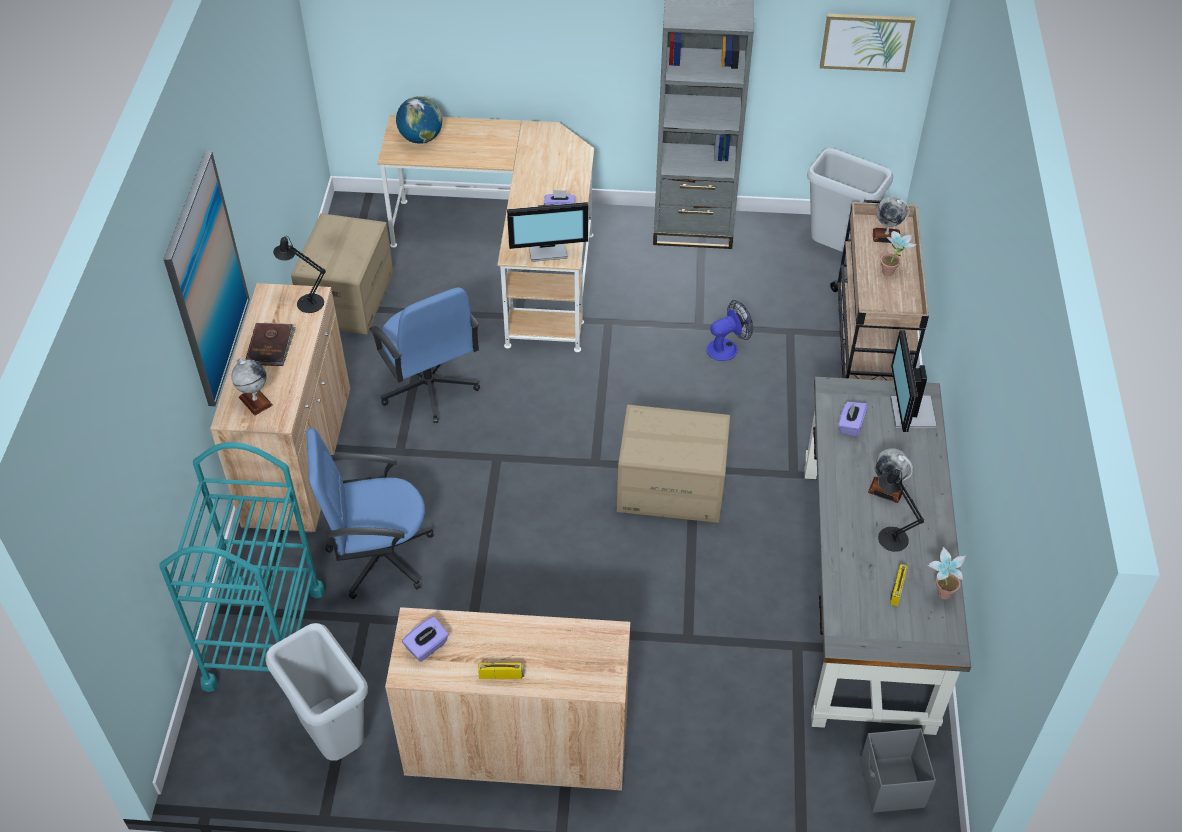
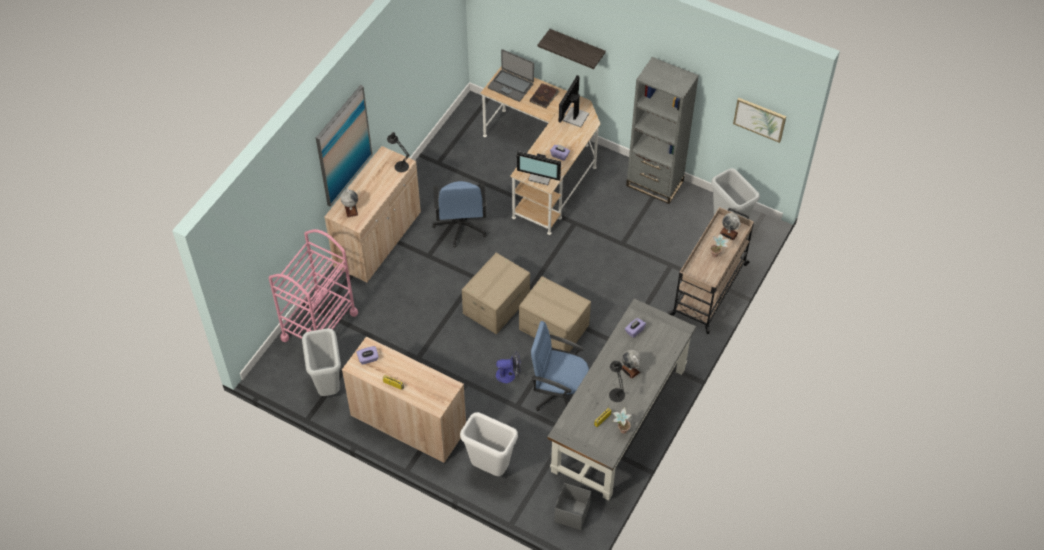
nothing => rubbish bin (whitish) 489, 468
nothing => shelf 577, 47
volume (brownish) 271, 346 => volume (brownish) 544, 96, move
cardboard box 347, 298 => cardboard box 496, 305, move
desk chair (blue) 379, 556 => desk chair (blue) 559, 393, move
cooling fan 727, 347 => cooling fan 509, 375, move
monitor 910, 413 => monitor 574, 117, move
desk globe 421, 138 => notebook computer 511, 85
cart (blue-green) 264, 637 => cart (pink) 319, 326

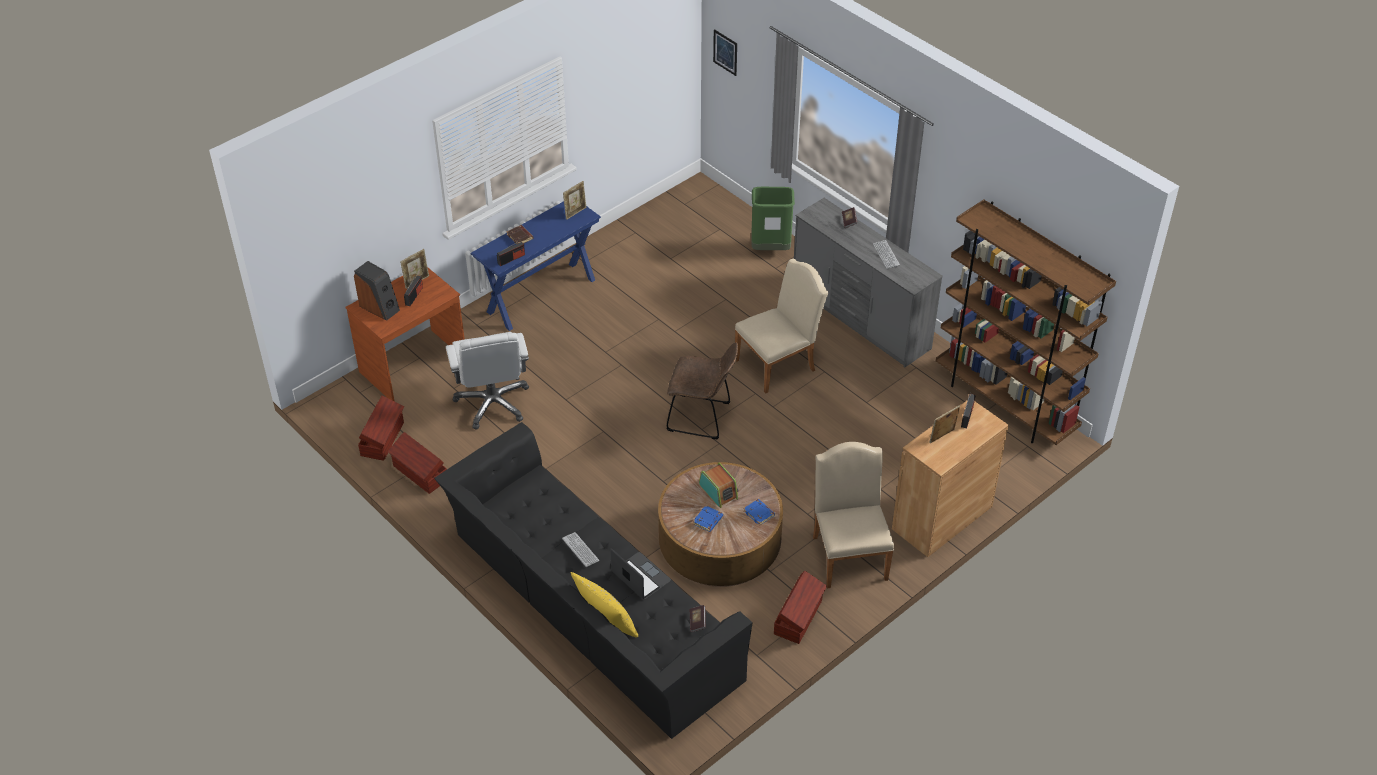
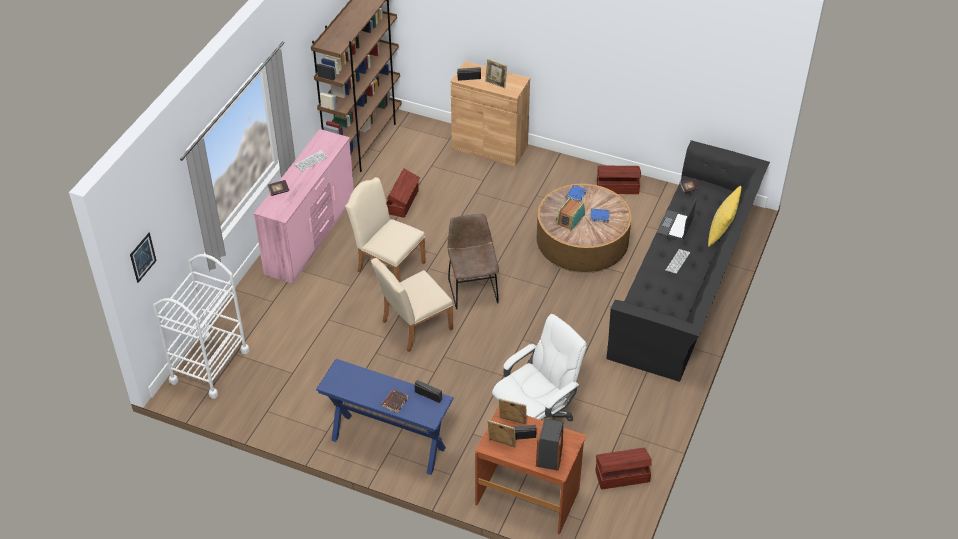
rubbish bin (green) 770, 249 => nothing
nothing => cart (whitish) 209, 366
storage container (brownish) 420, 473 => storage container (brownish) 403, 202, move
photo frame 575, 212 => photo frame 512, 421, move
plain chair (sand-coloured) 849, 553 => plain chair (sand-coloured) 413, 327, move
dresser (greyish) 860, 318 => dresser (pink) 311, 235

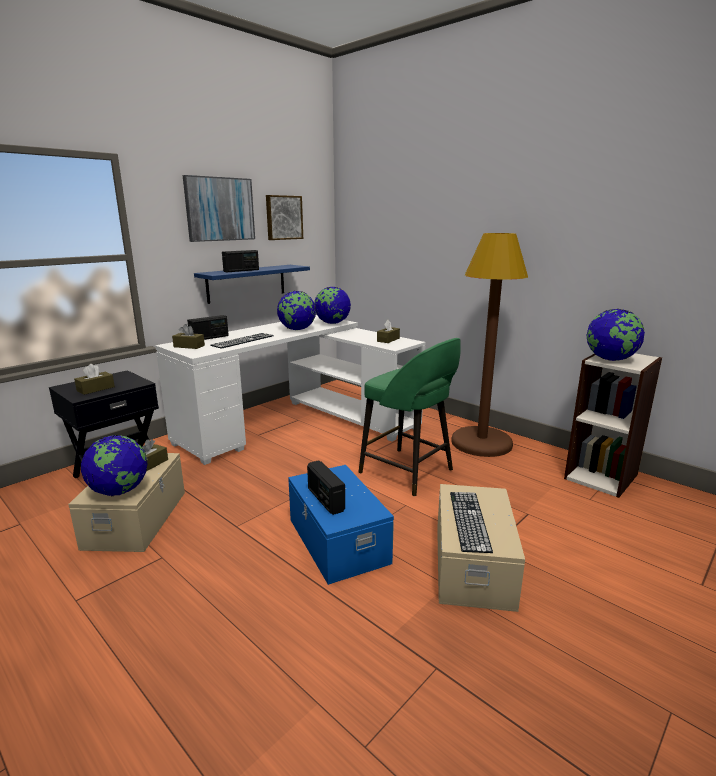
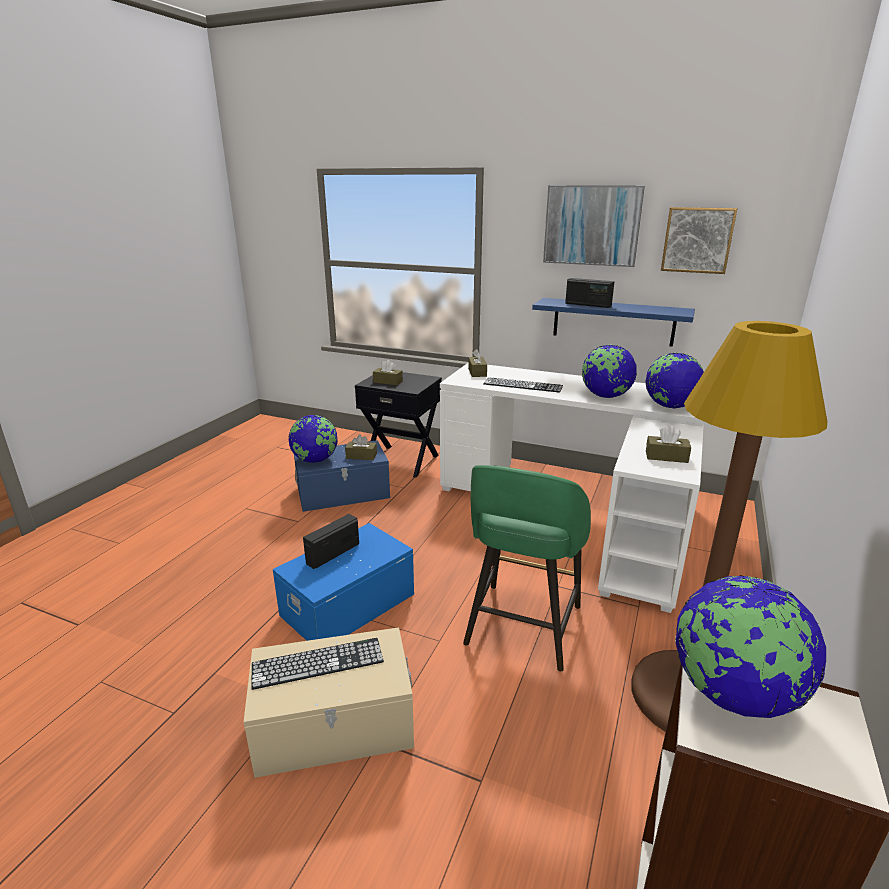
radio receiver 209, 338 => nothing
storage container (sand-coloured) 138, 518 => storage container (blue) 343, 493

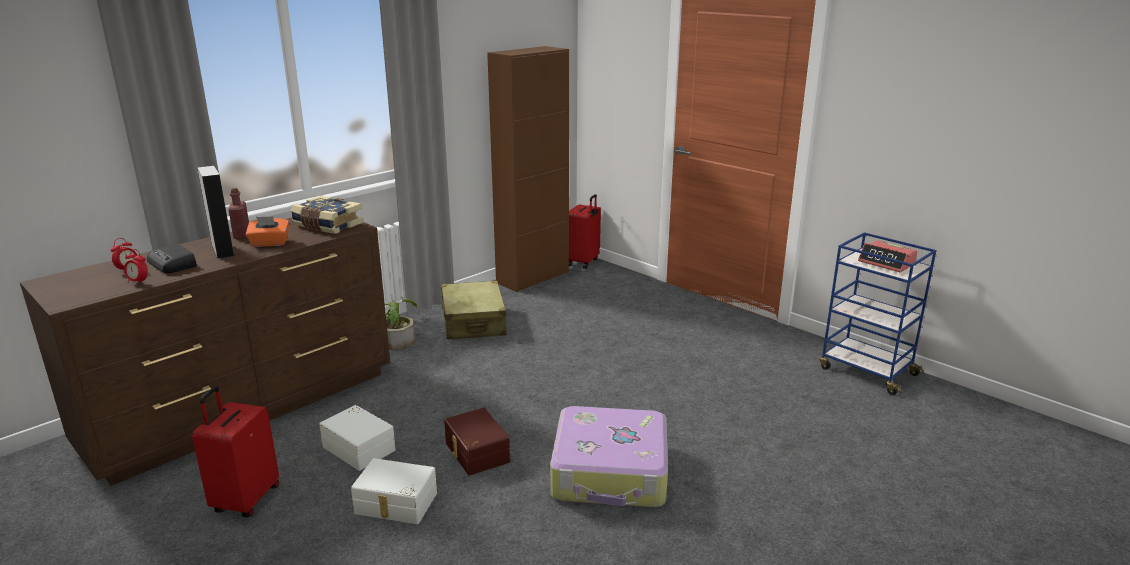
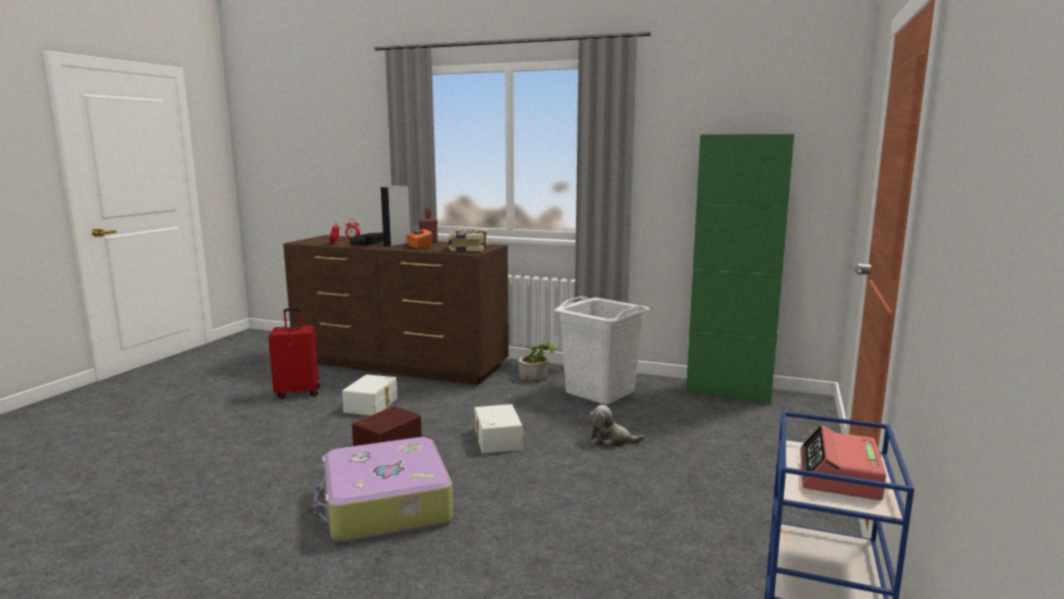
suitcase (red-coloured) 583, 262 => nothing
nothing => cuddly toy 612, 441
storage container (whitish) 395, 504 => storage container (whitish) 496, 439, move
suitcase (sand-coloured) 473, 322 => hamper (whitish) 600, 392
cupboard (brownish) 533, 277 => cupboard (green) 728, 392

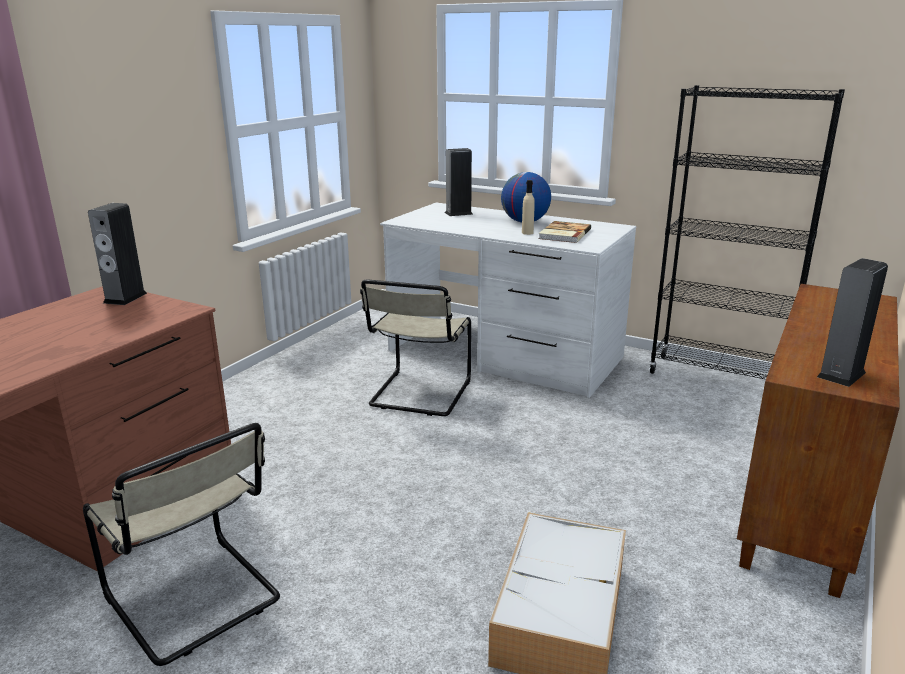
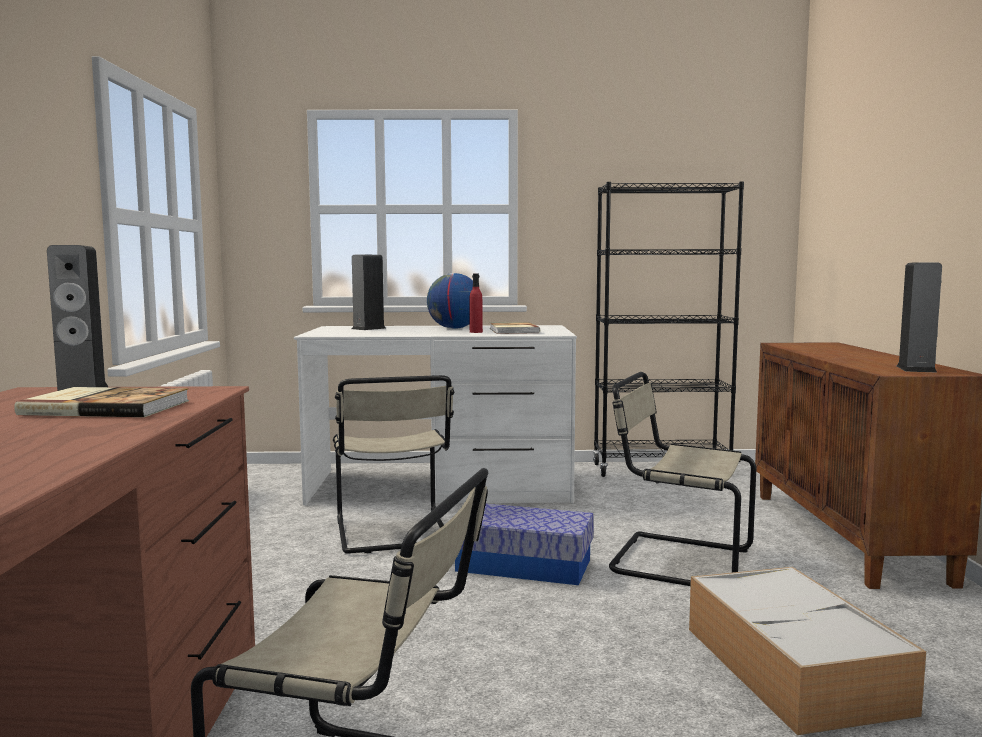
nothing => volume 106, 407
nothing => storage container 524, 565
nothing => plain chair (sand-coloured) 675, 561
bottle (sand-coloured) 527, 233 => bottle (red-coloured) 476, 332

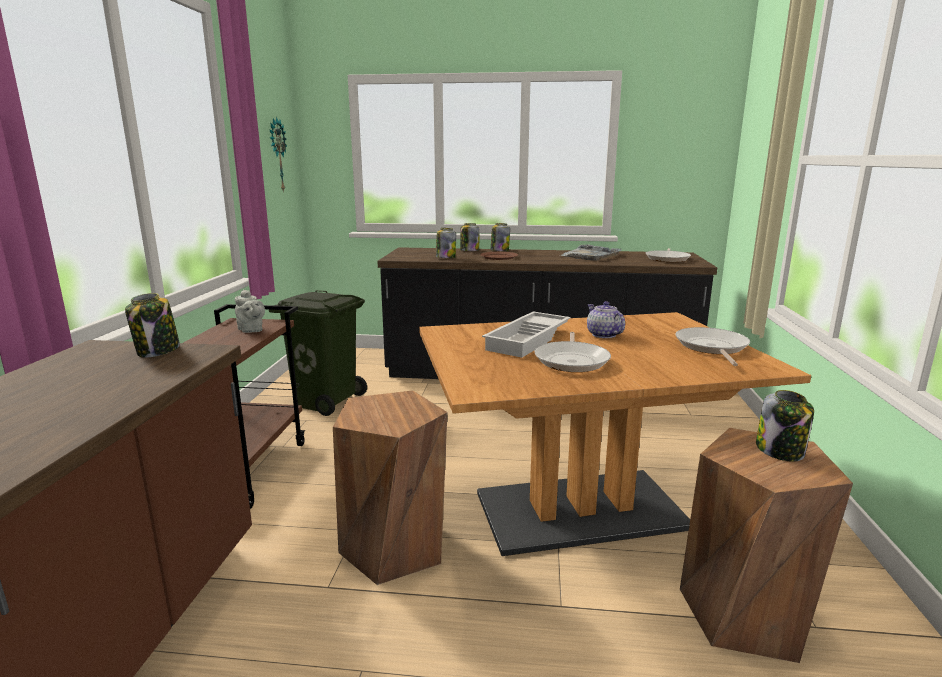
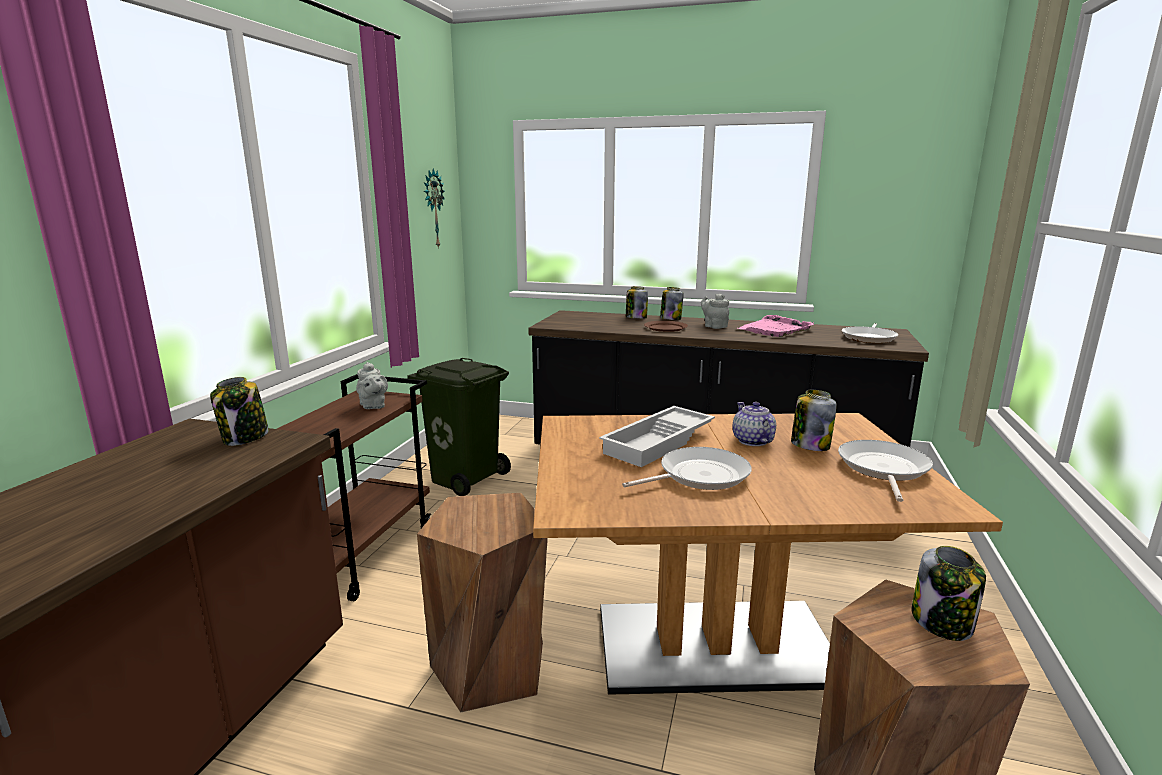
nothing => pot for tea (greyish) 714, 326
jar 445, 257 => jar 810, 445, move
carrying tray (greyish) 590, 255 => carrying tray (pink) 774, 329
pan 572, 360 => pan 699, 476, 135 degrees counterclockwise

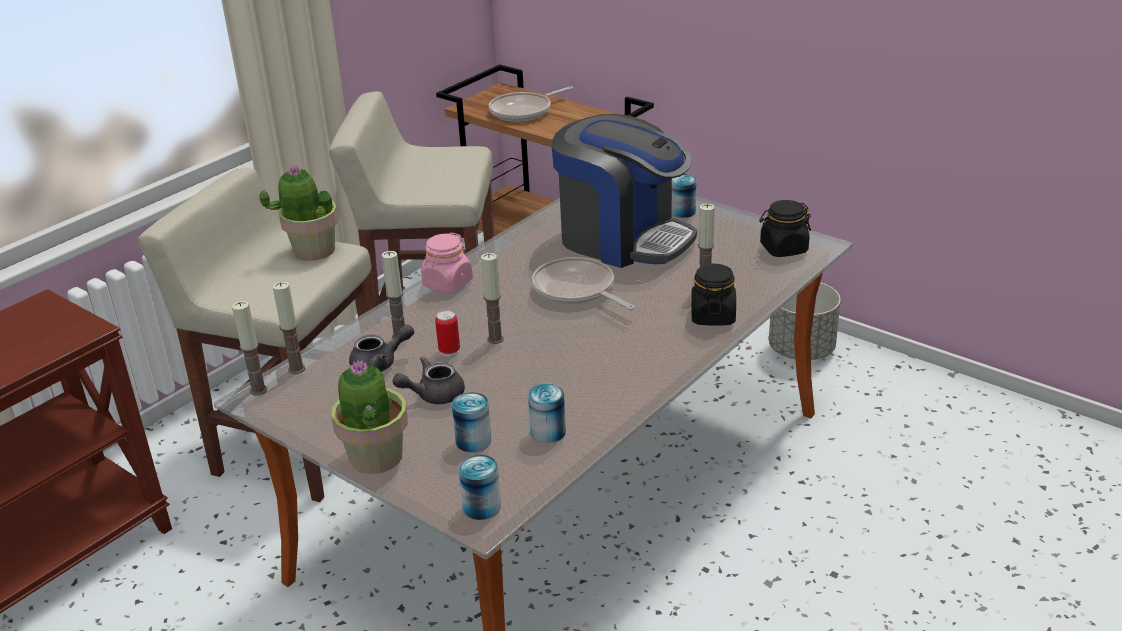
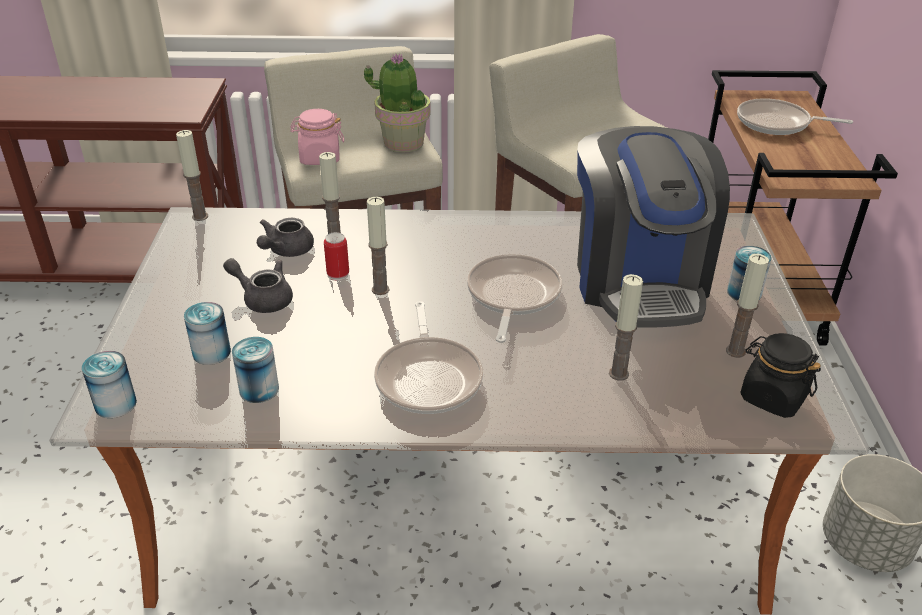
plant in a pot 375, 458 => nothing
jar (blackish) 712, 316 => nothing
nothing => pan 429, 377
wax candle 296, 369 => wax candle 735, 351, move
jar (pink) 447, 284 => jar (pink) 319, 158, move
pot for tea (greyish) 380, 363 => pot for tea (greyish) 286, 251, 90 degrees clockwise

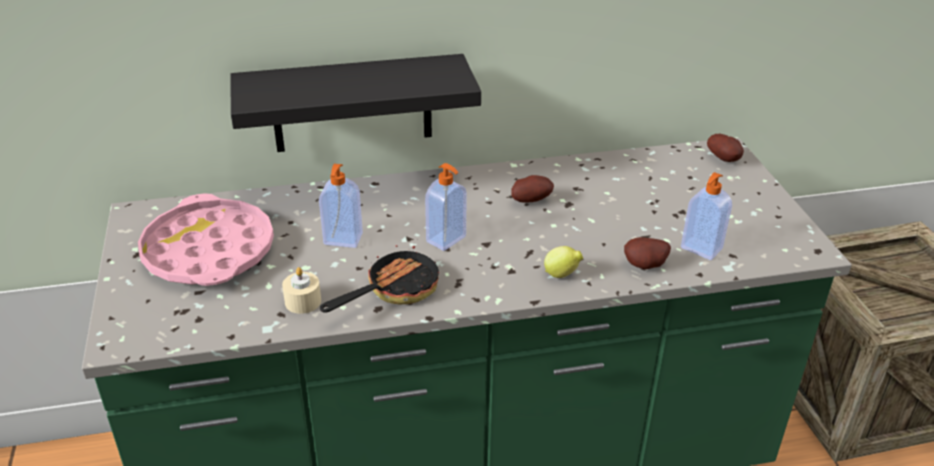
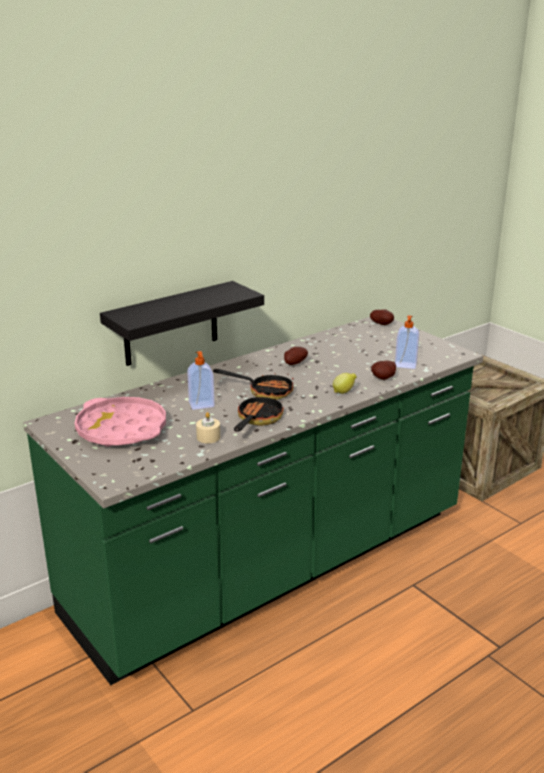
soap bottle 447, 240 => pan 264, 391

